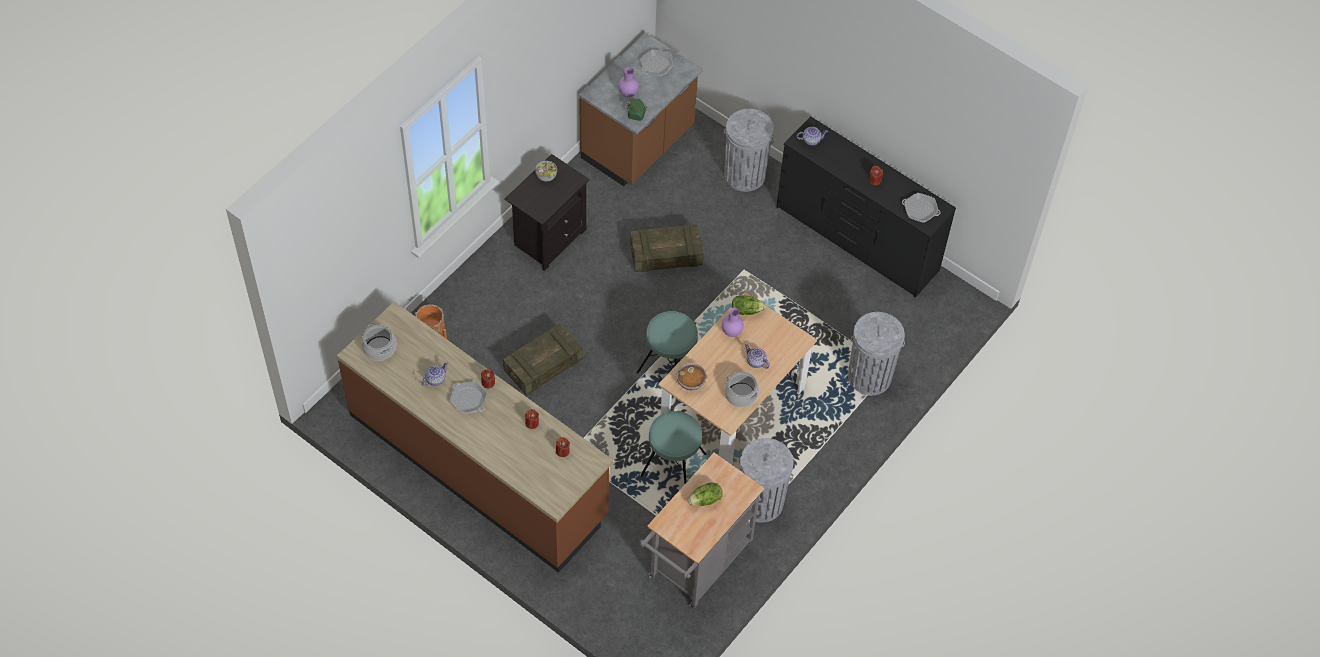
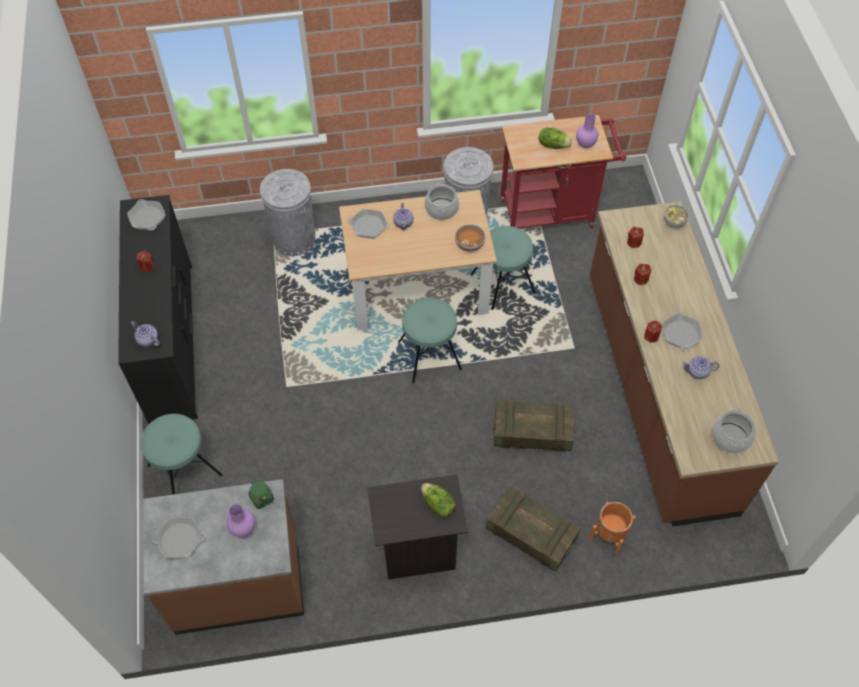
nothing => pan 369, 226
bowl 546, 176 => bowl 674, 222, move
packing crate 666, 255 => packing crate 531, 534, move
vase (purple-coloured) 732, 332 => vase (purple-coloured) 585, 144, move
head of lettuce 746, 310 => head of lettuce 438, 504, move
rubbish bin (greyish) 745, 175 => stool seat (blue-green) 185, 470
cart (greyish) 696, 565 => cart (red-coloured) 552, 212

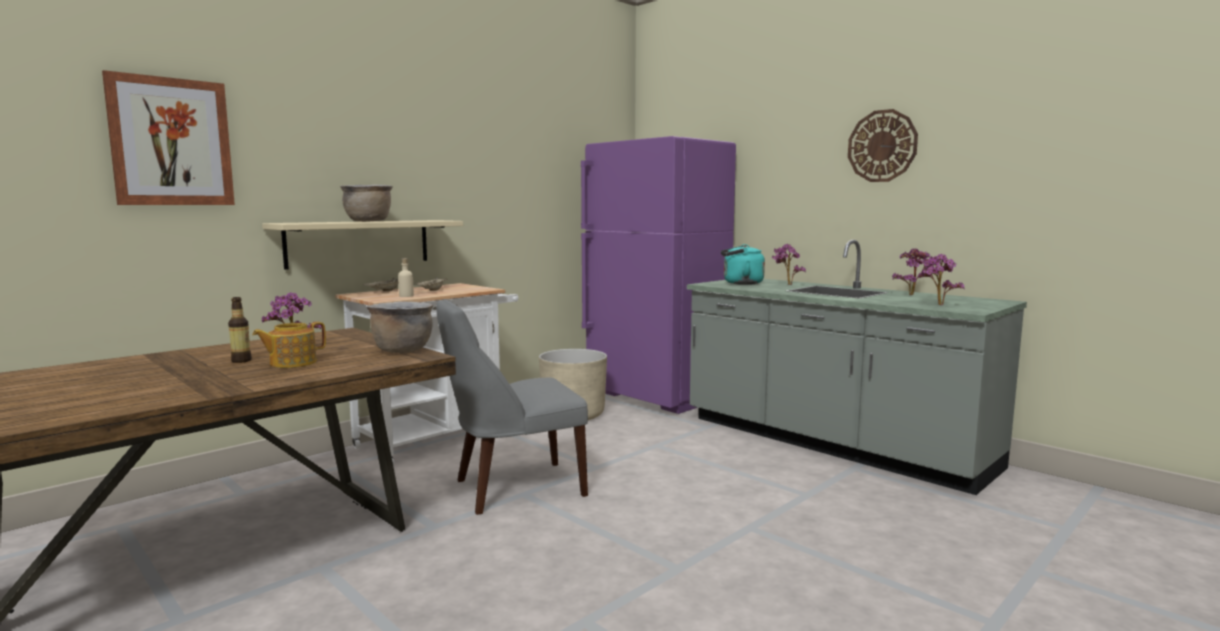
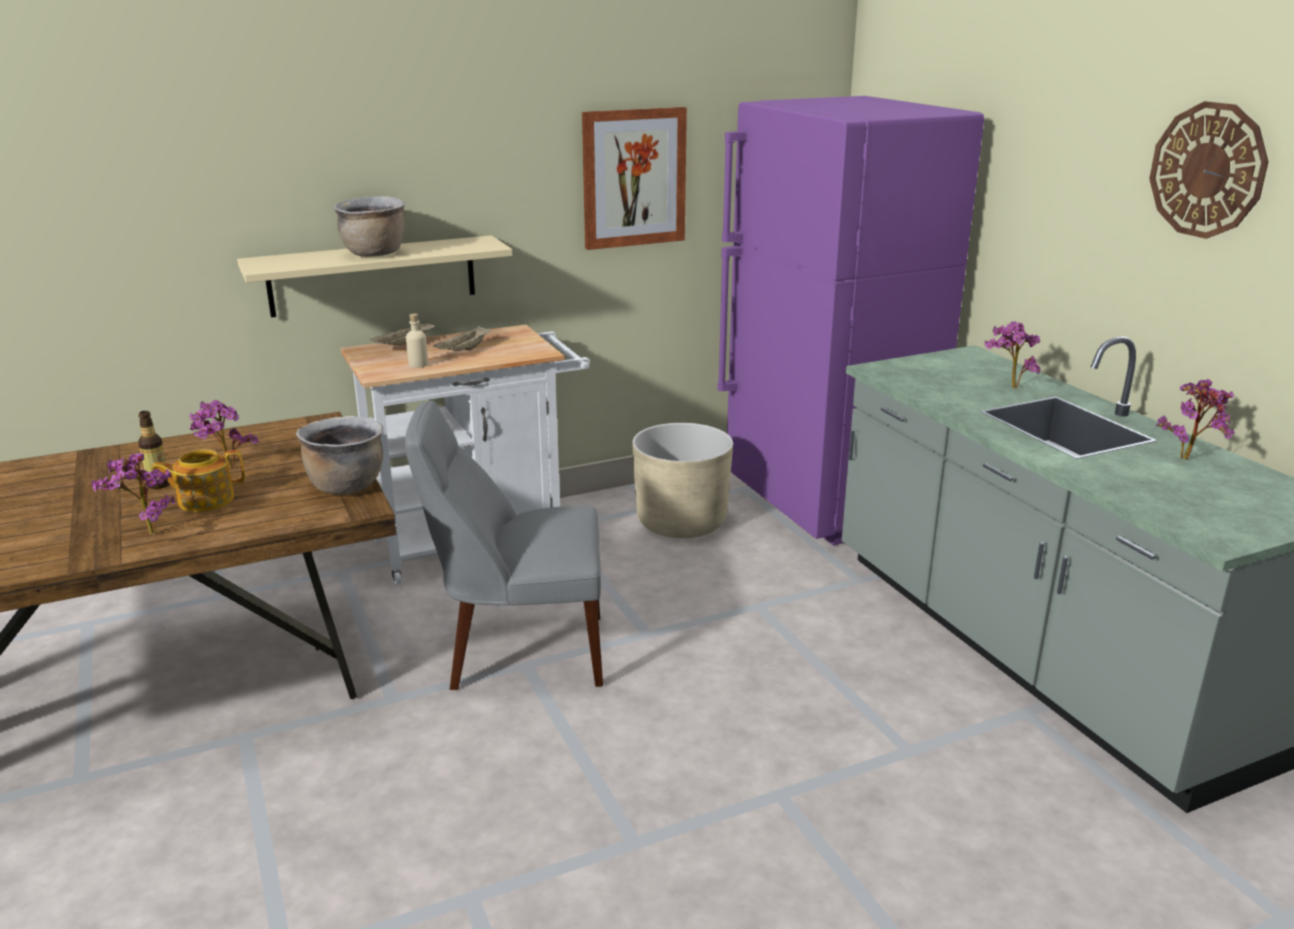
kettle (blue-green) 740, 283 => nothing
wall picture 171, 142 => wall picture 633, 178, move
plant in a pot 937, 305 => plant in a pot 146, 534, move

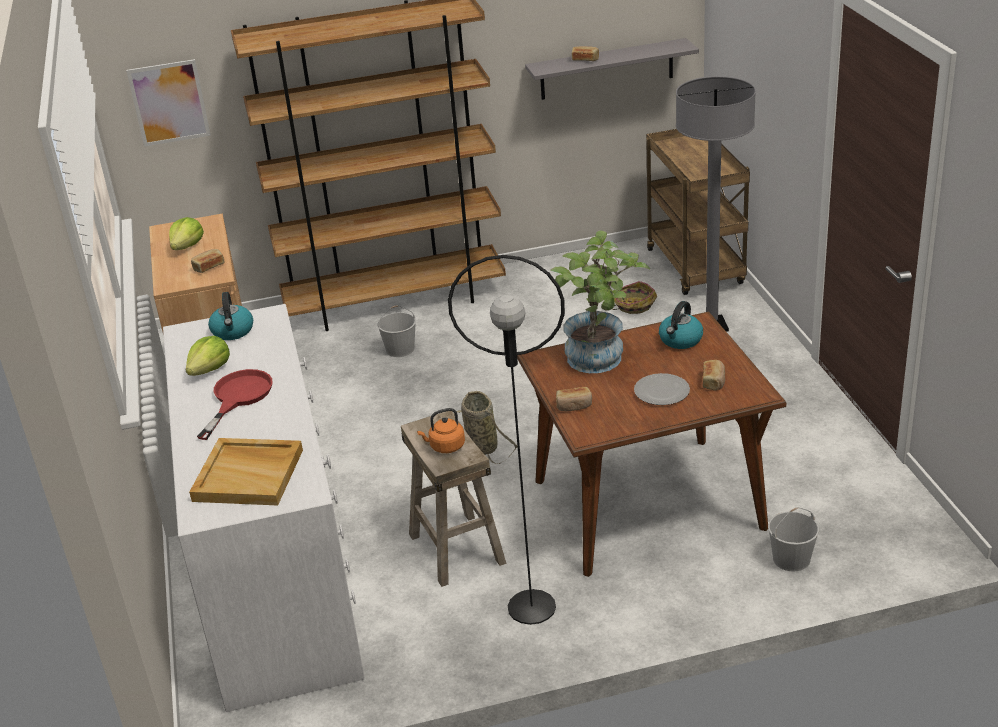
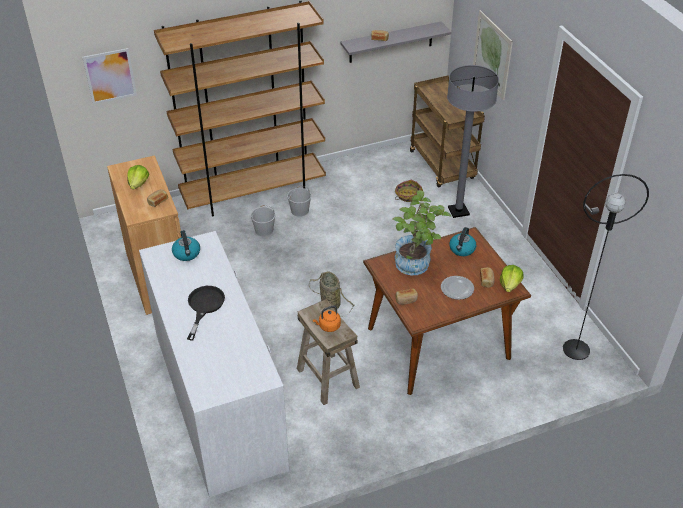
carrying tray (sand-coloured) 249, 475 => nothing
nothing => wall picture 492, 55
head of lettuce 210, 369 => head of lettuce 510, 285, move
standard lamp (blackish) 531, 607 => standard lamp (blackish) 576, 349, move
water bucket (whitish) 791, 559 => water bucket (whitish) 299, 210, move
pan (red-coloured) 238, 397 => pan (blackish) 204, 306

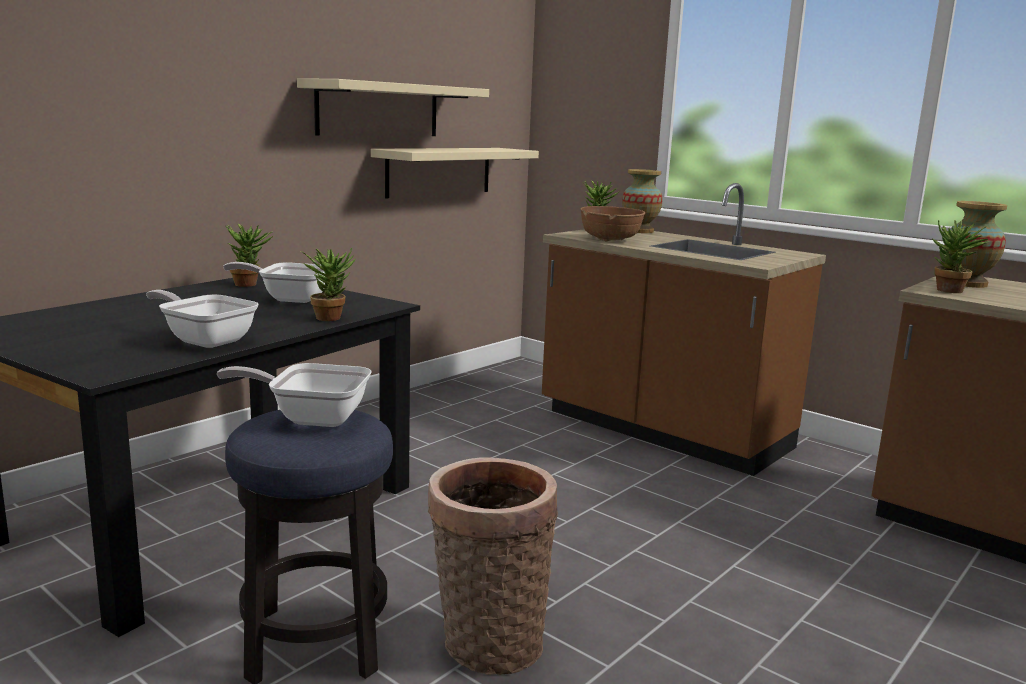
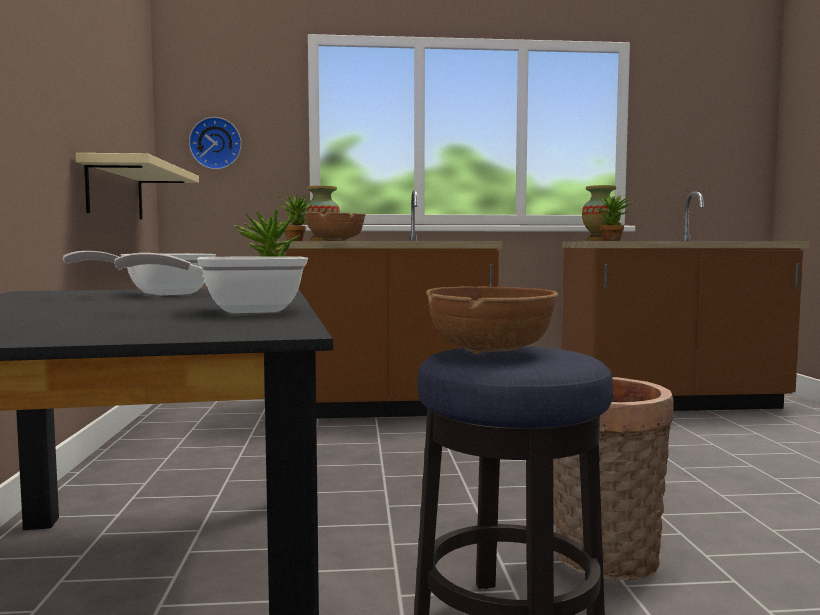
plant in a pot 250, 284 => nothing
shelf (sand-coloured) 378, 110 => nothing
nothing => hanging clock 216, 143
pan 311, 418 => bowl (brownish) 490, 351

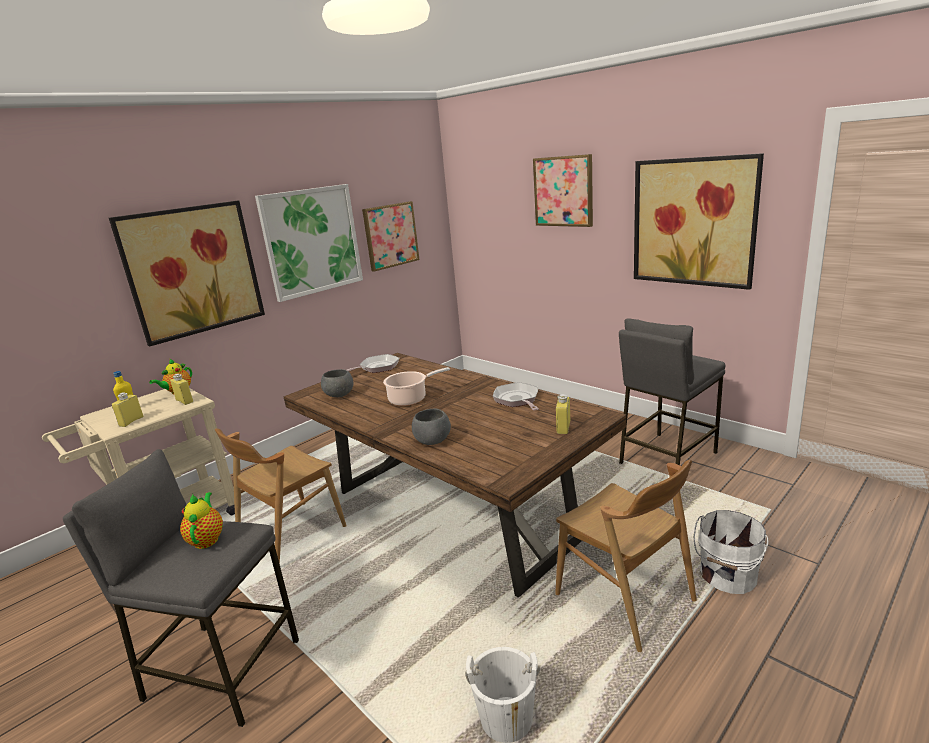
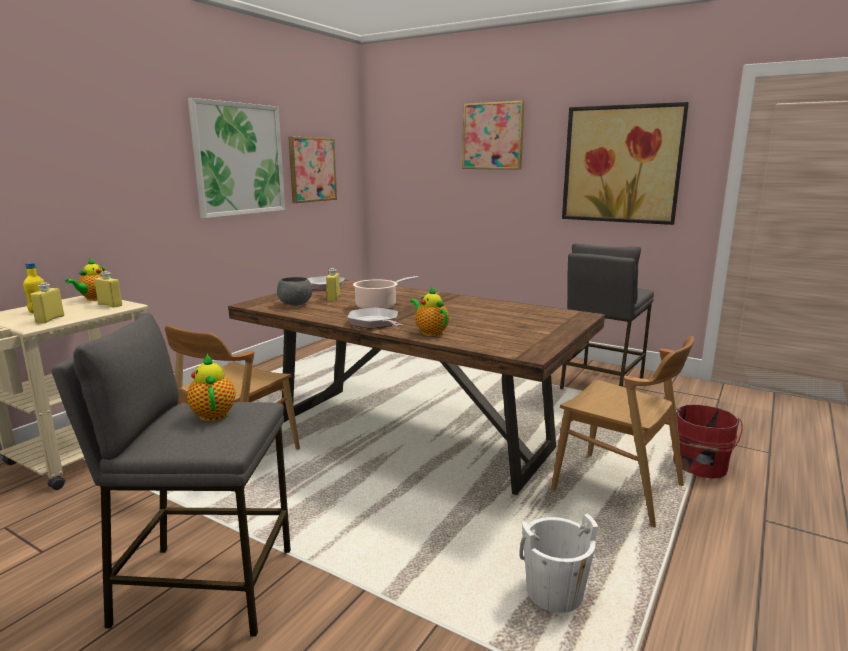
wall picture 193, 270 => nothing
pan 517, 400 => pan 375, 323, move
bottle (yellow) 563, 427 => bottle (yellow) 333, 298, move
bowl (greyish) 433, 441 => pot for tea 430, 332
water bucket (whitish) 727, 576 => water bucket (red-coloured) 699, 466

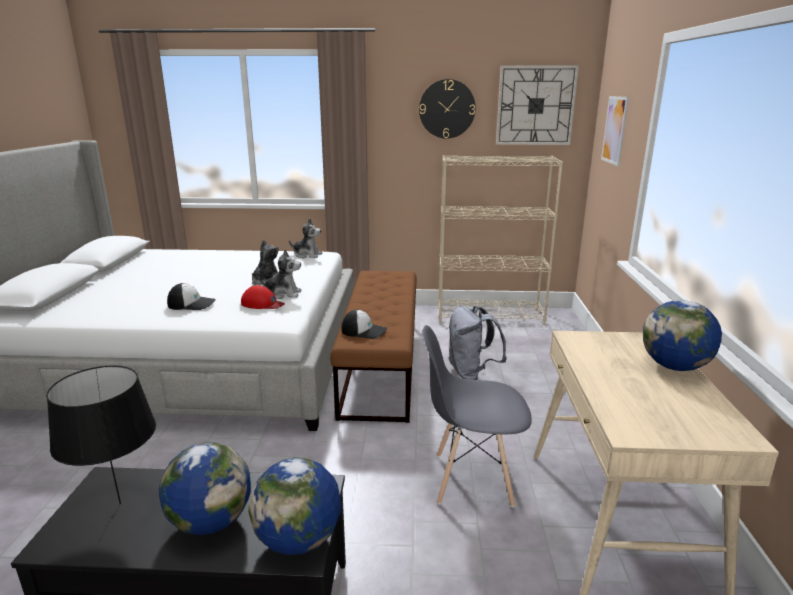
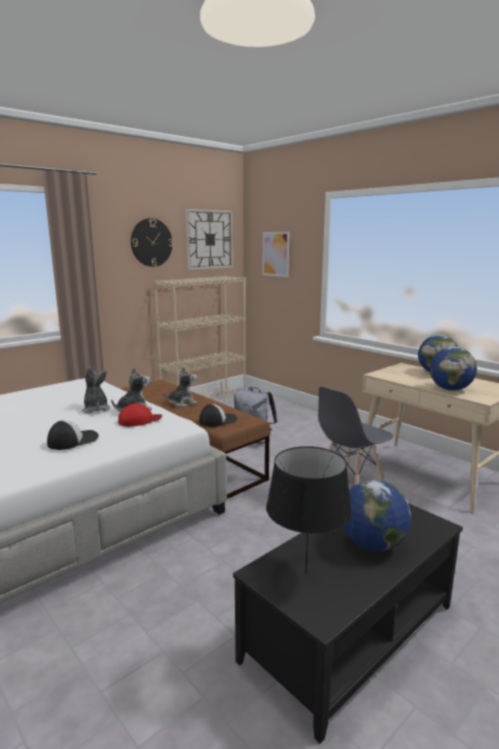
desk globe 298, 540 => desk globe 450, 389, move
cuddly toy 307, 255 => cuddly toy 182, 403, move

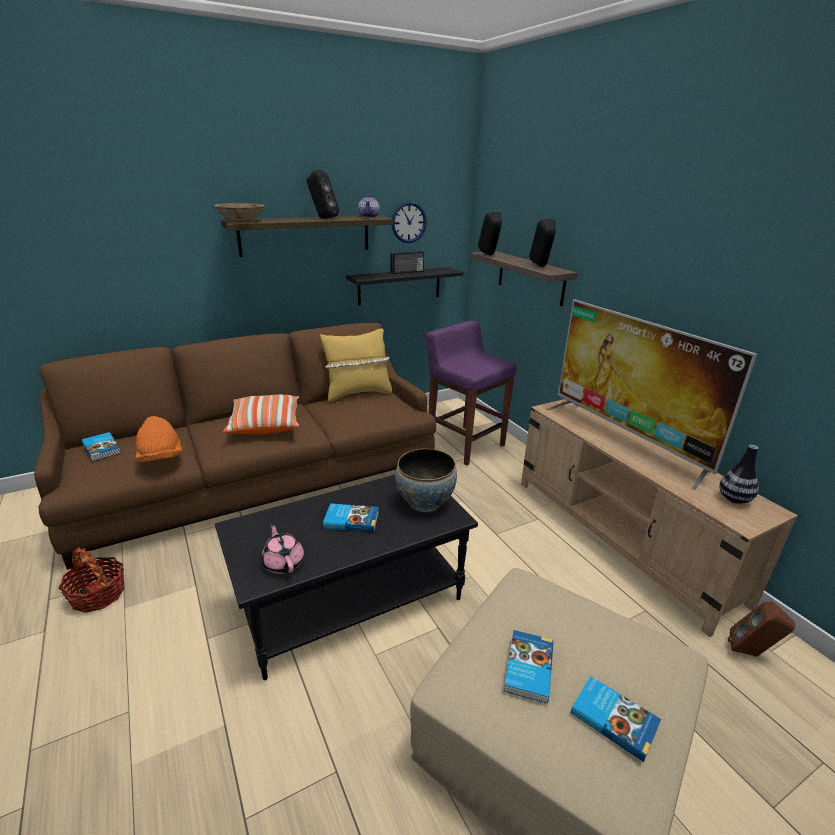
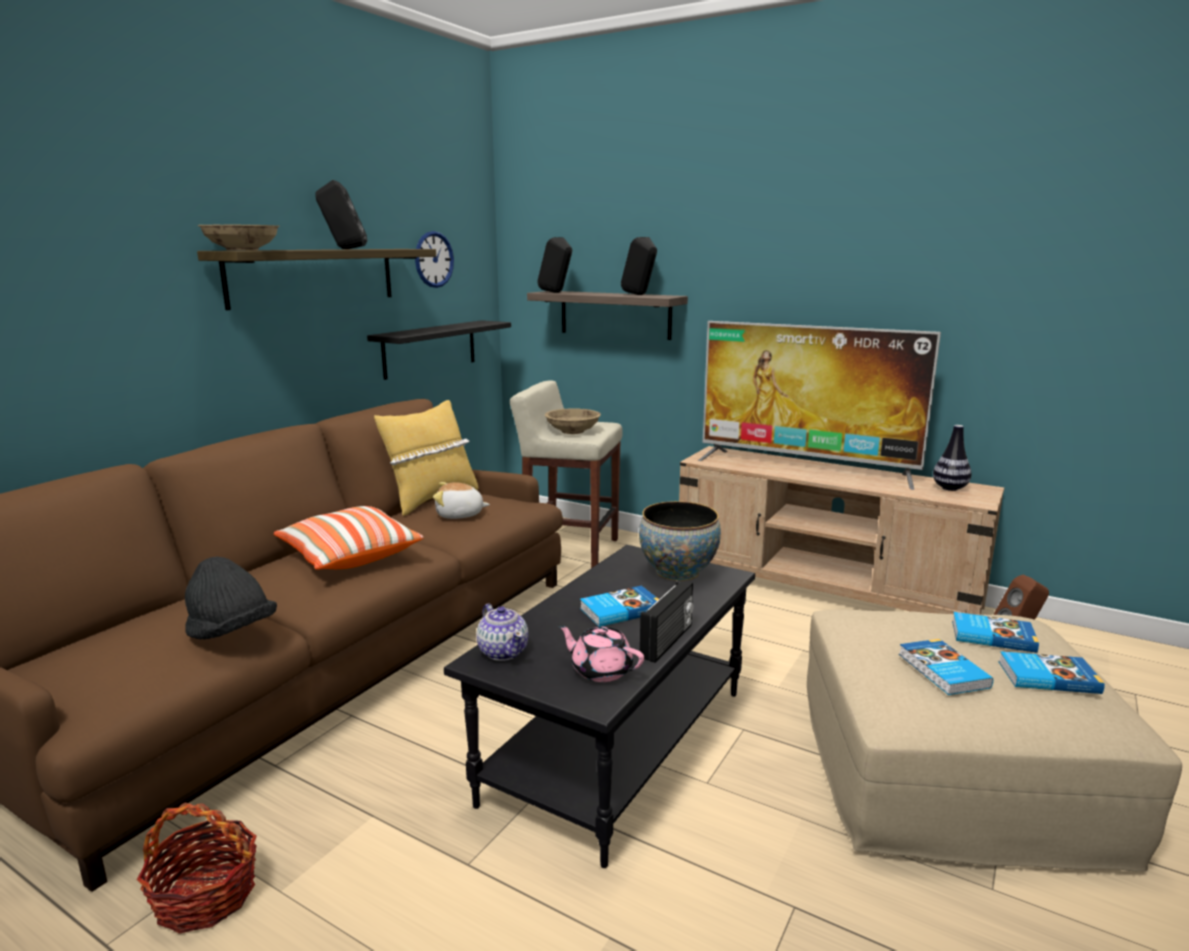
nothing => cuddly toy 459, 515
nothing => bowl (sand-coloured) 573, 431
volume 102, 448 => volume 992, 635, move
pot for tea 369, 217 => pot for tea 503, 651, move
radio receiver 407, 272 => radio receiver 668, 641, move
wearable hat (orange) 161, 459 => wearable hat (blackish) 231, 632
stool seat (purple-coloured) 465, 444 => stool seat (sand-coloured) 570, 550

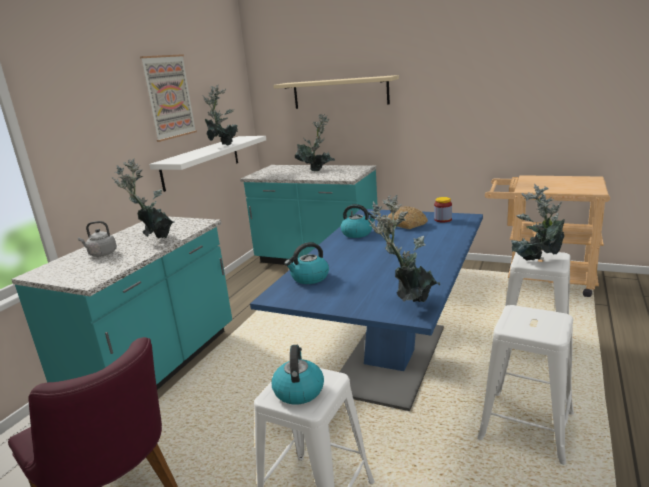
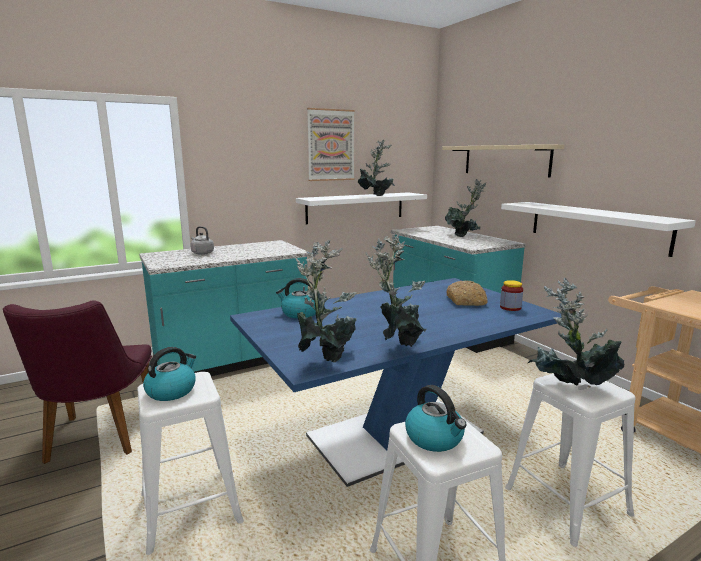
nothing => shelf (whitish) 596, 226
plant in a pot 155, 239 => plant in a pot 398, 344, move
kettle 357, 233 => kettle 435, 438, move

